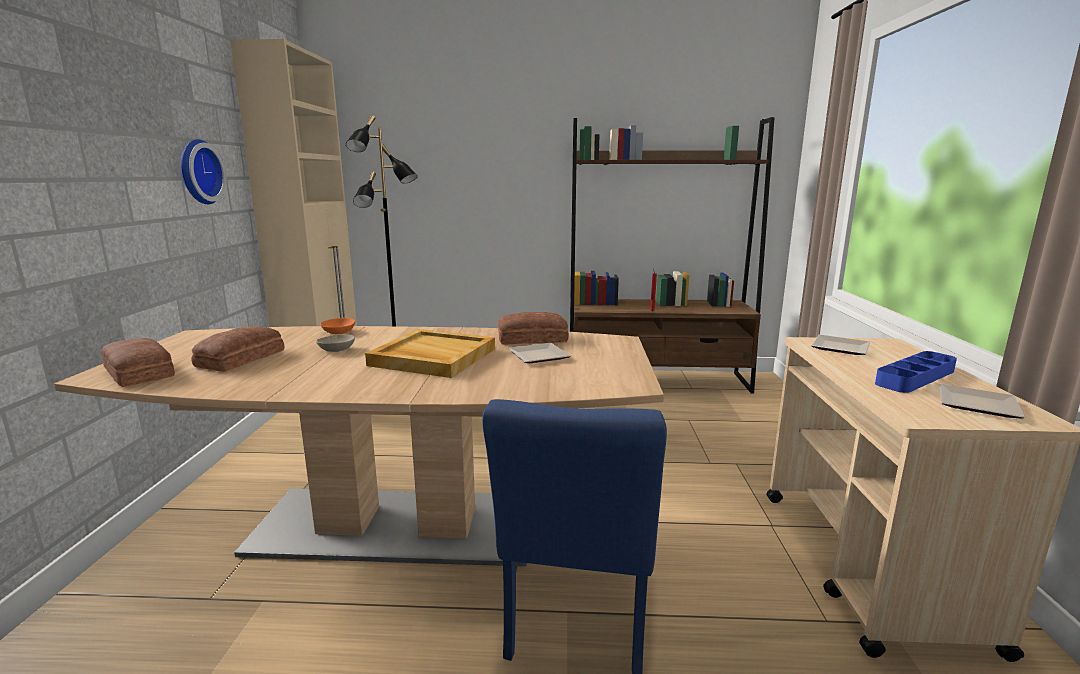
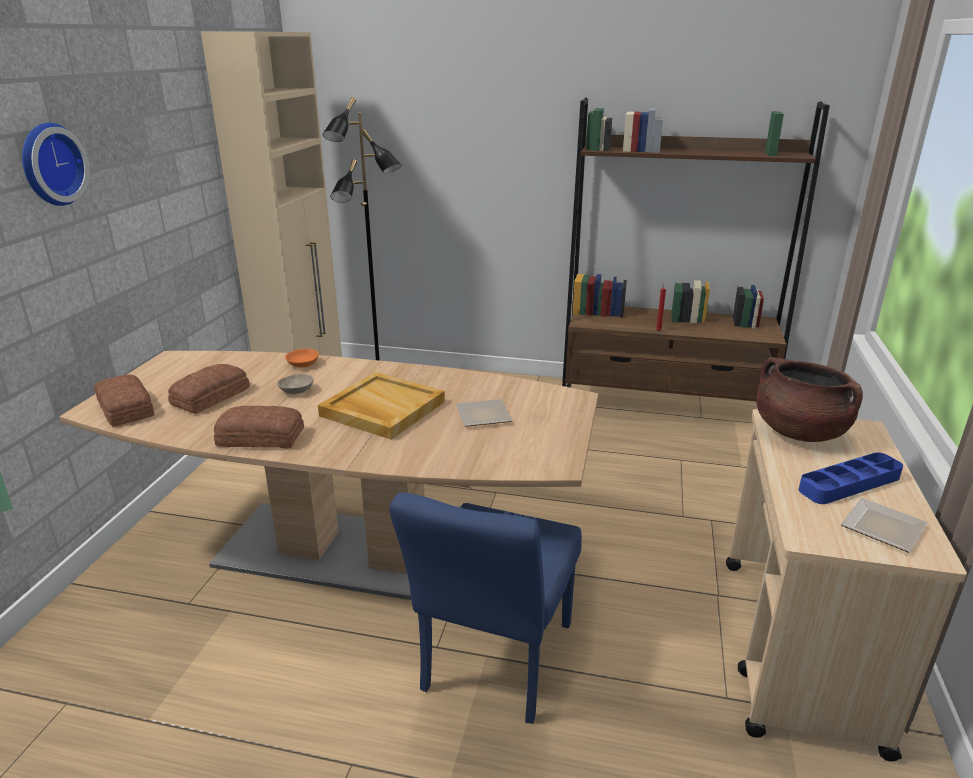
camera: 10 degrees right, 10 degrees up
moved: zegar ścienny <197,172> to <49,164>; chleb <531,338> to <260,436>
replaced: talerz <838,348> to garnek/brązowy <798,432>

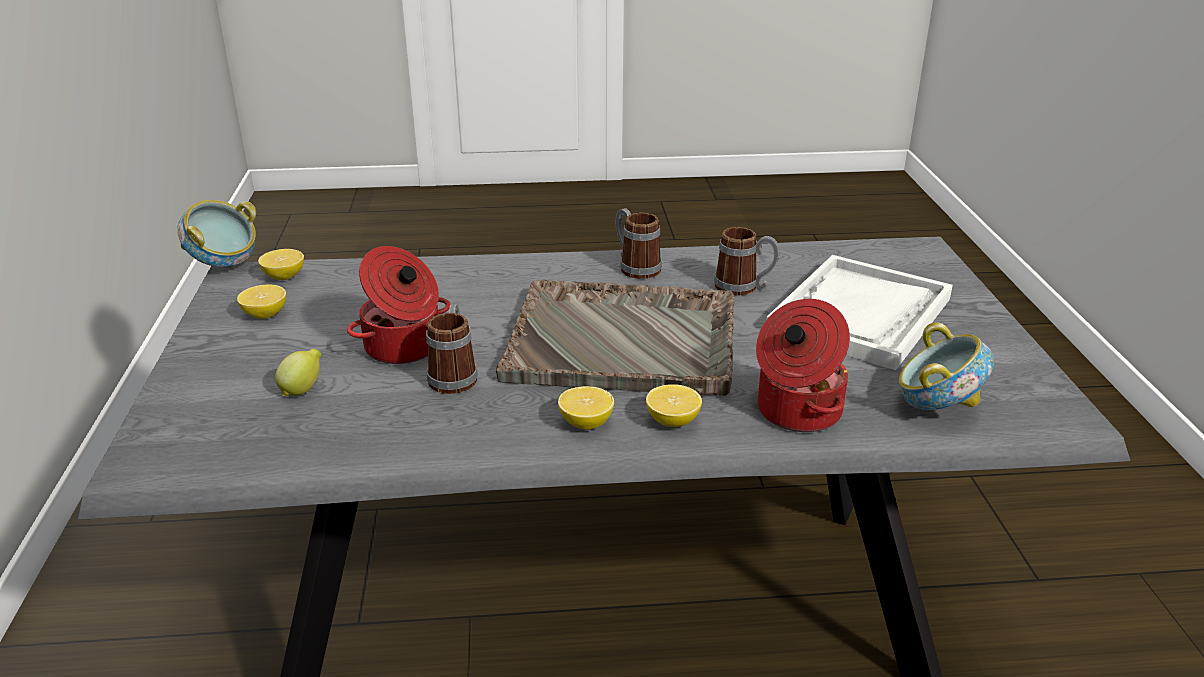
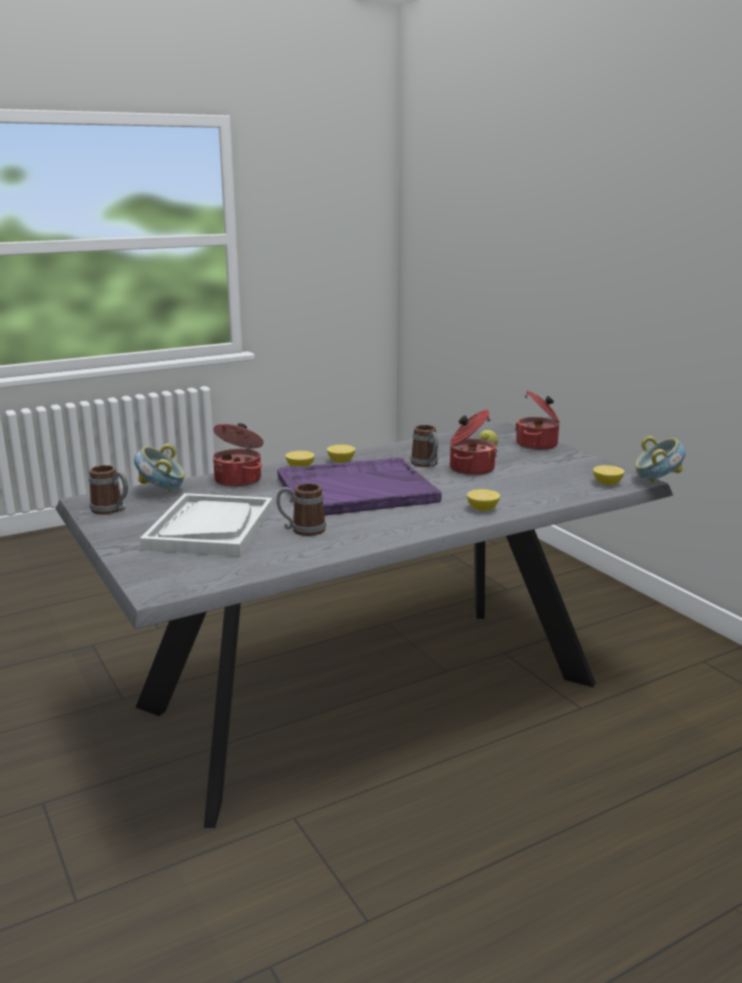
camera: 155 degrees right, 10 degrees down
added: garnek <538,445>
moved: cytryna <265,315> to <482,509>; kubek <635,267> to <112,510>
recoloured: taca/szary <625,341> to taca/fioletowy <355,490>

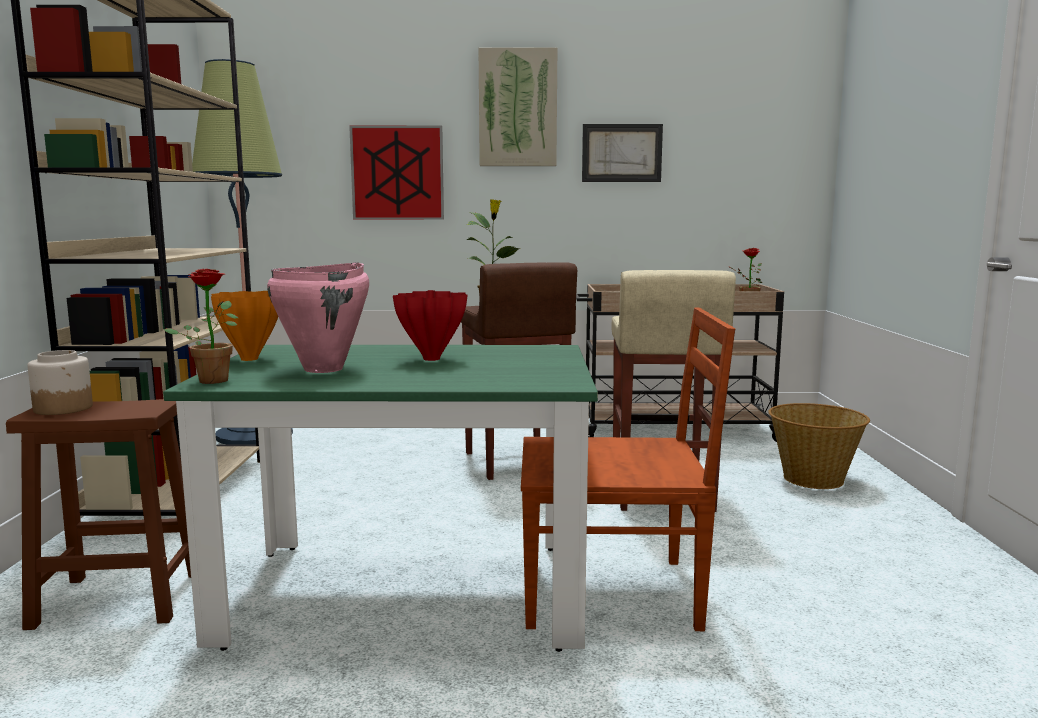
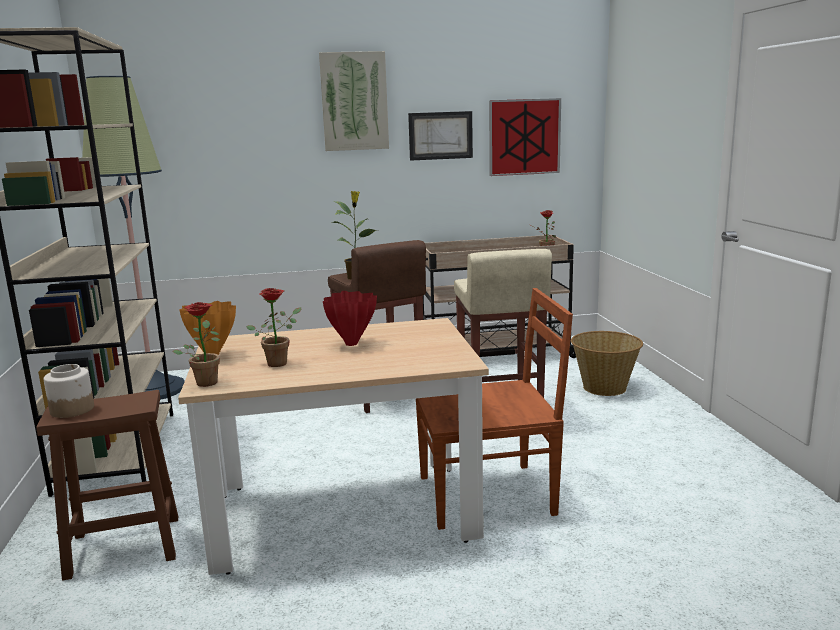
camera: 10 degrees left, 5 degrees up
moved: obraz <397,173> to <524,137>
replaced: garnek/różowy <324,369> to roślina doniczkowa <280,362>
recoloured: stół jadalny/zielony <408,593> to stół jadalny/beżowy <344,513>

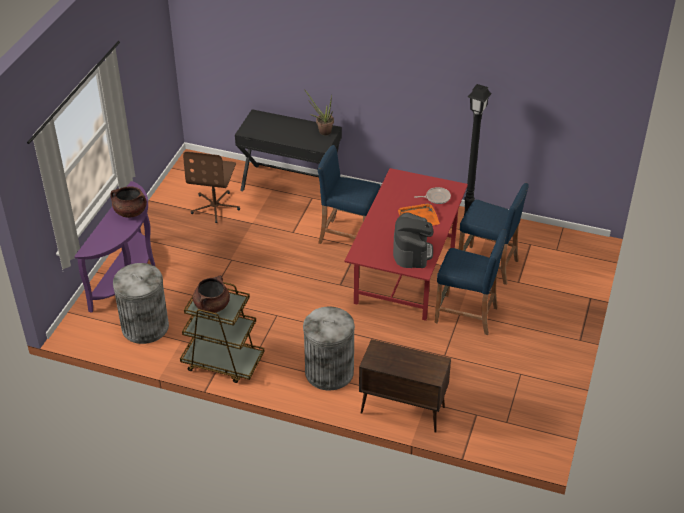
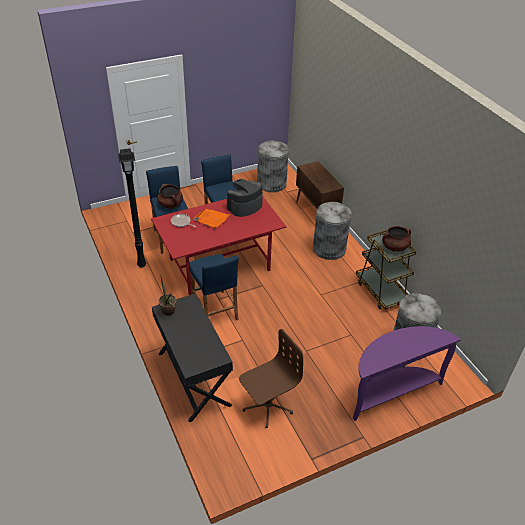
camera: 135 degrees left, 0 degrees up
added: kosz na śmieci/szary <272,184>
moved: garnek/brązowy <130,212> to <170,204>

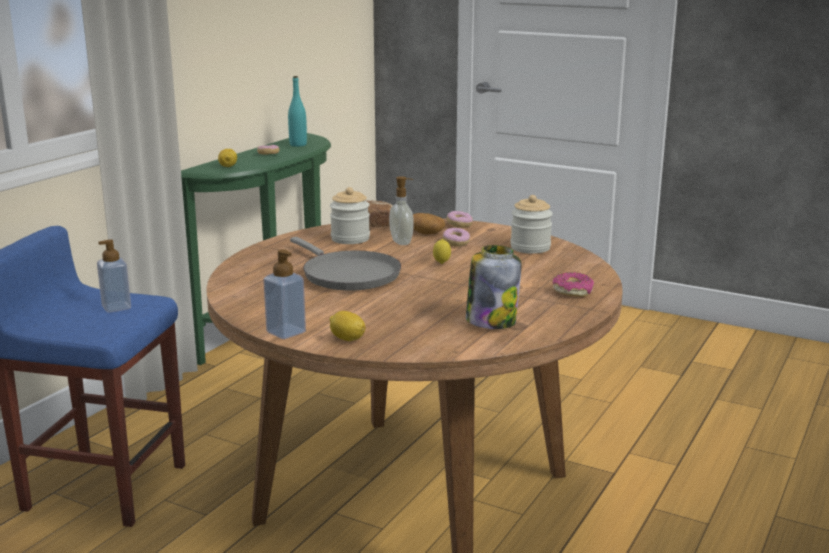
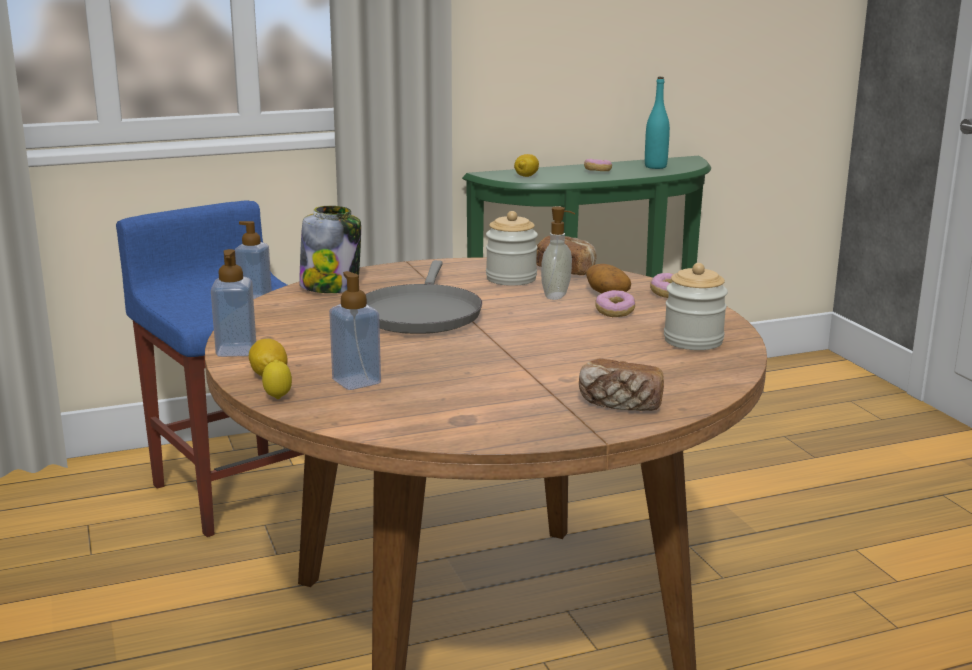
camera: 40 degrees right, 0 degrees up
added: dozownik mydła <356,381>
moved: cytryna <441,263> to <278,399>; słoik <491,321> to <331,286>
replaced: donut <572,291> to chleb <620,404>

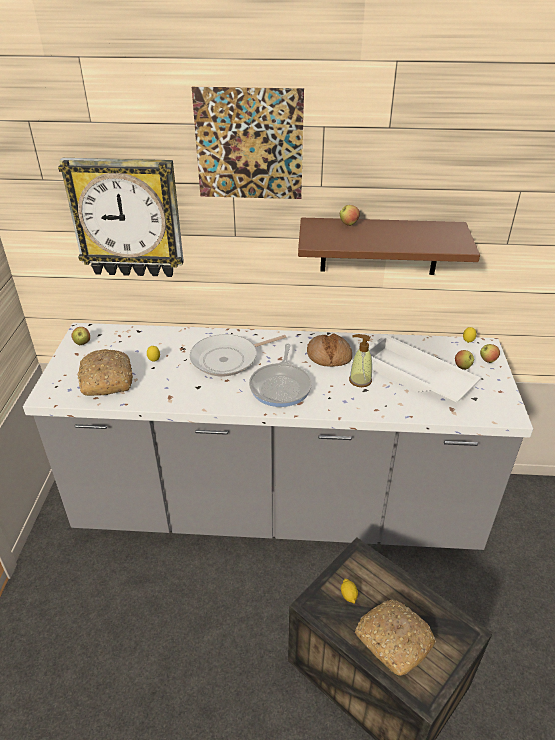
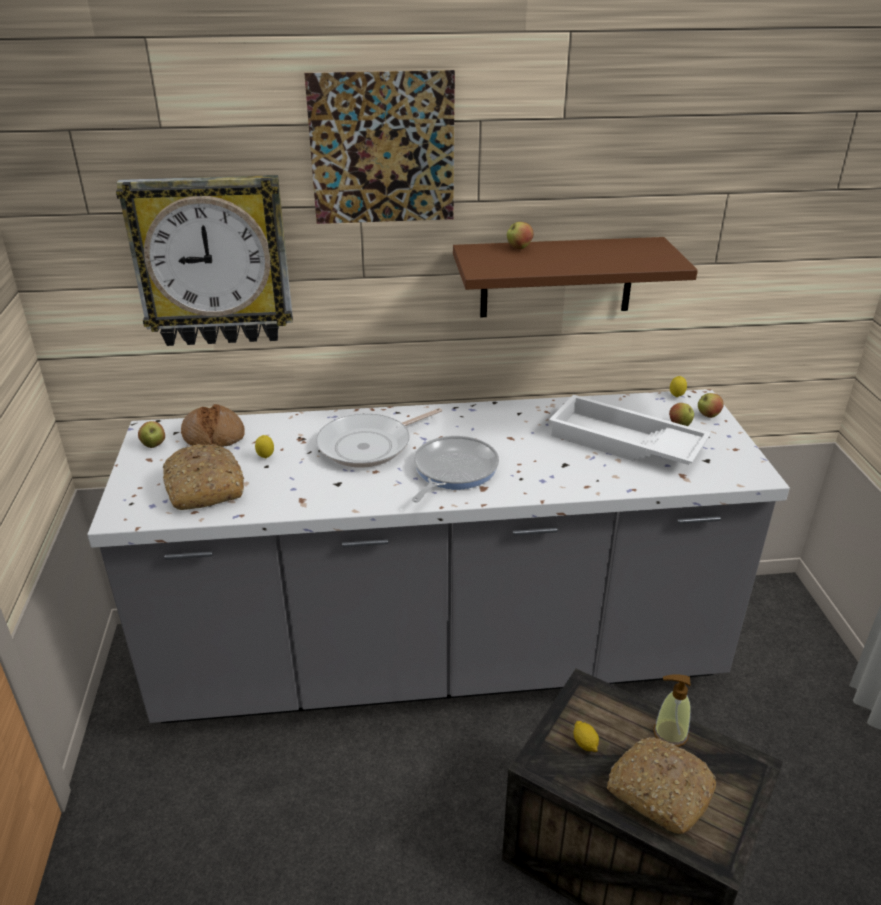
camera: 10 degrees left, 5 degrees down
moved: chleb <329,356> to <213,436>; dozownik mydła <360,380> to <670,734>
turned: patelnia <281,386> = <452,471> 150 degrees counterclockwise

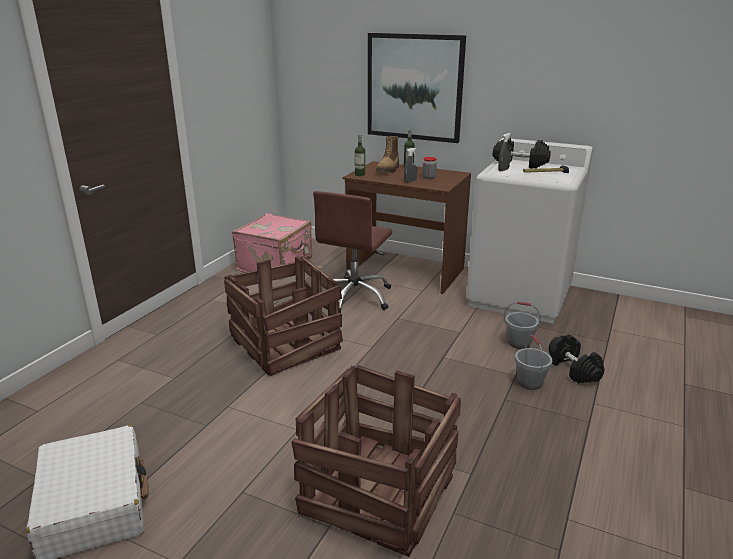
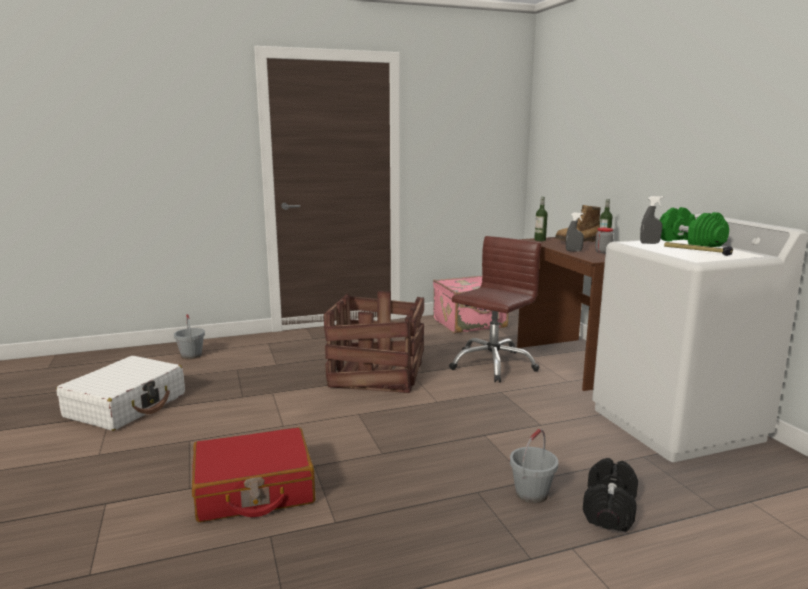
camera: 45 degrees right, 10 degrees down
removed: obraz <414,87>
moved: wiadro/szary <518,343> to <191,355>
replaced: skrzynka <379,491> to walizka/czerwony <254,490>
recoloured: hantel/czarny <519,164> to hantel/zielony <689,243>
turned: krzesło biurowe/brązowy <355,297> = <492,364> 150 degrees clockwise

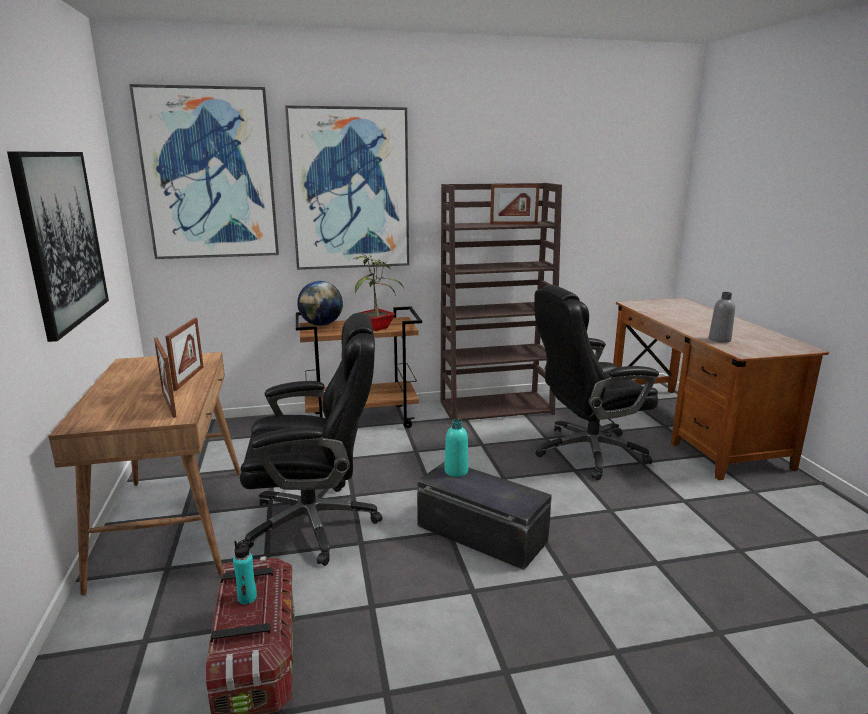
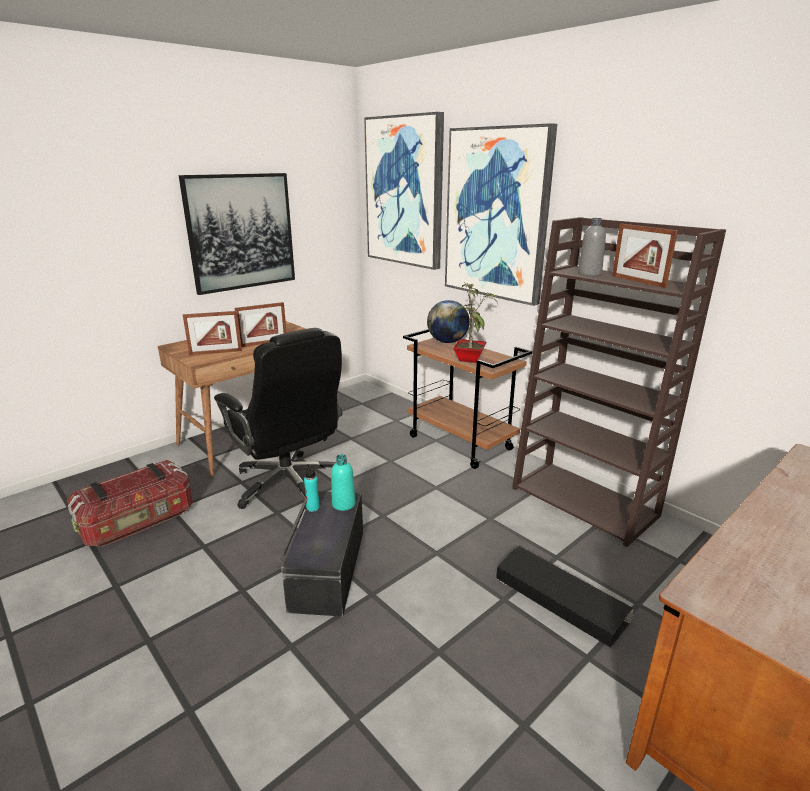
camera: 60 degrees right, 5 degrees up
moved: butelka/turkusowy <247,598> to <313,507>; butelka/szary <719,339> to <589,274>
replaced: krzesło biurowe/czarny <587,452> to pojemnik do przechowywania/czarny <559,599>
turned: ramka na zdjęcie <169,404> = <216,352> 135 degrees counterclockwise

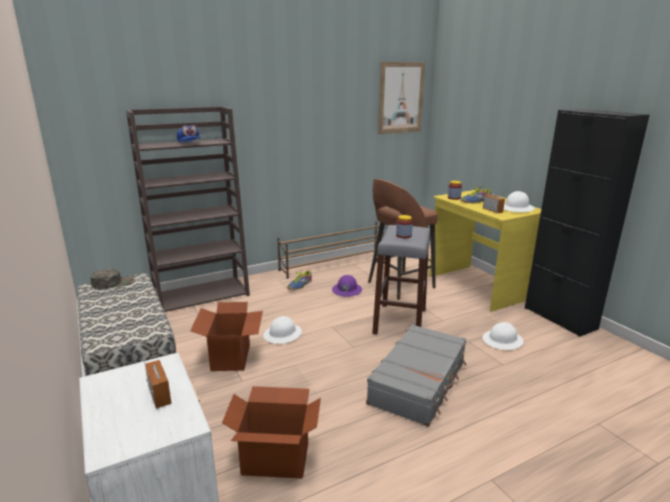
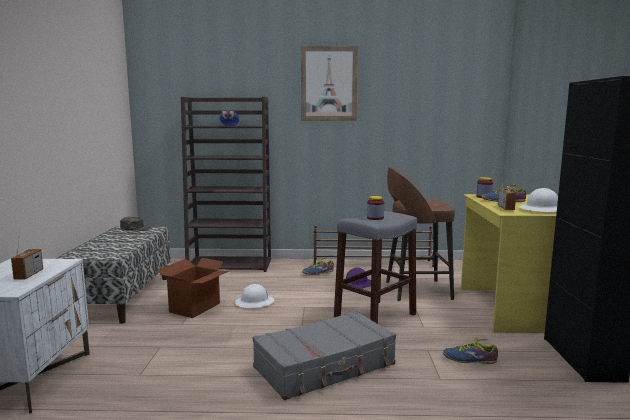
camera: 30 degrees right, 10 degrees down
removed: karton <275,458>
moved: obraz <401,98> to <329,84>
replaced: kask/biały <502,341> to but <470,359>

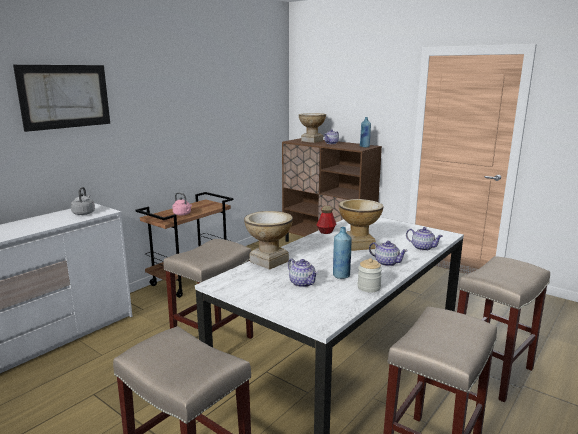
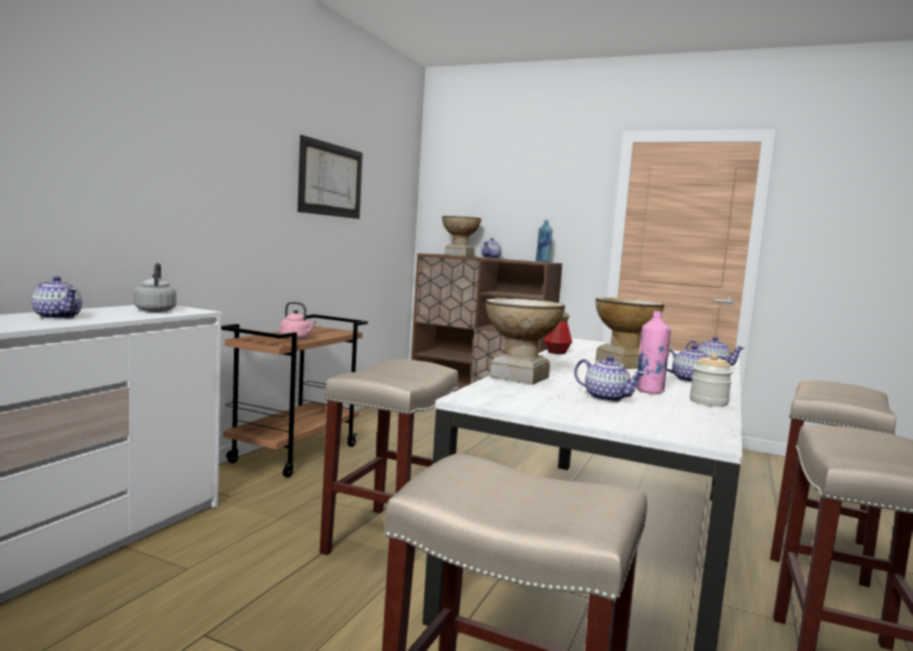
camera: 15 degrees left, 10 degrees down
added: imbryk <58,317>
moved: obraz <65,96> to <331,180>
recoloured: butelka/niebieski <341,275> to butelka/różowy <649,391>

